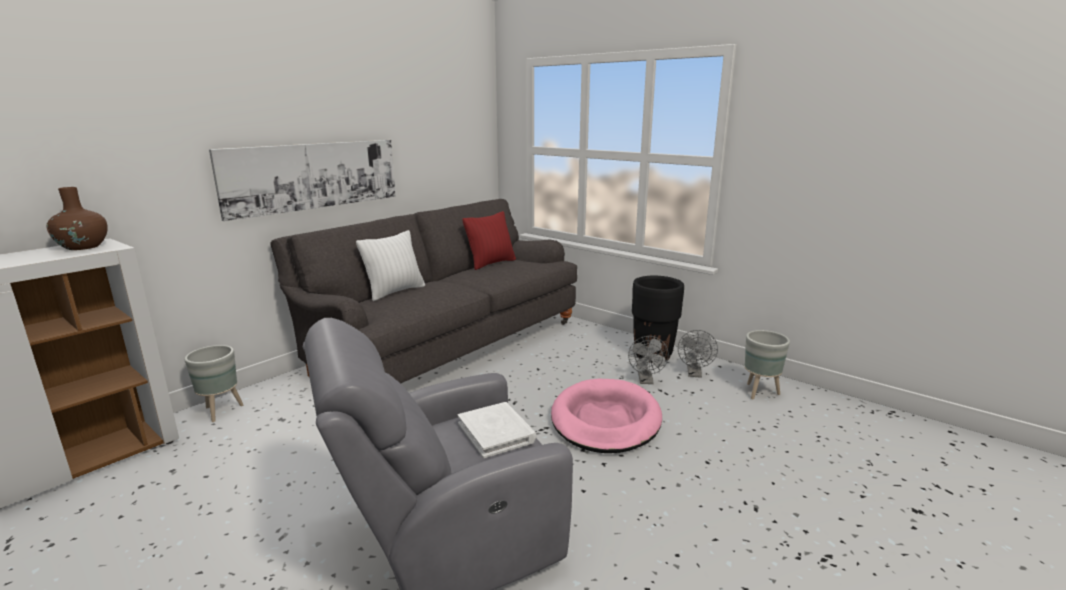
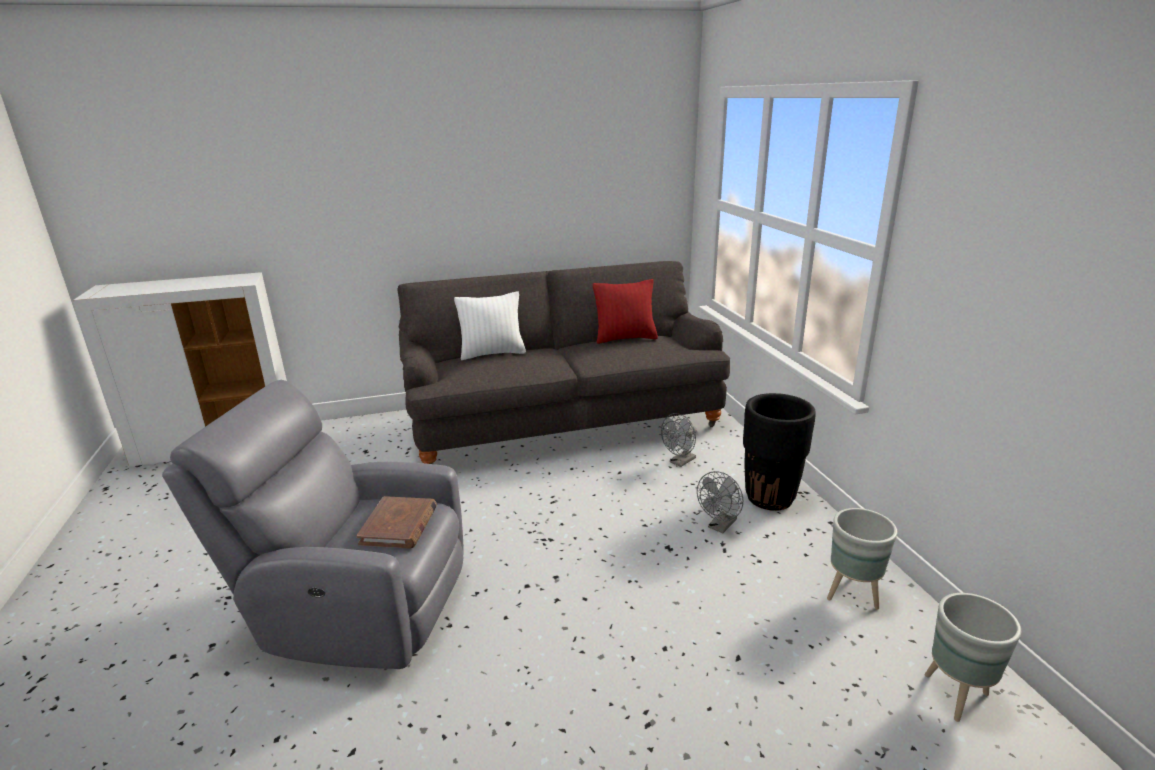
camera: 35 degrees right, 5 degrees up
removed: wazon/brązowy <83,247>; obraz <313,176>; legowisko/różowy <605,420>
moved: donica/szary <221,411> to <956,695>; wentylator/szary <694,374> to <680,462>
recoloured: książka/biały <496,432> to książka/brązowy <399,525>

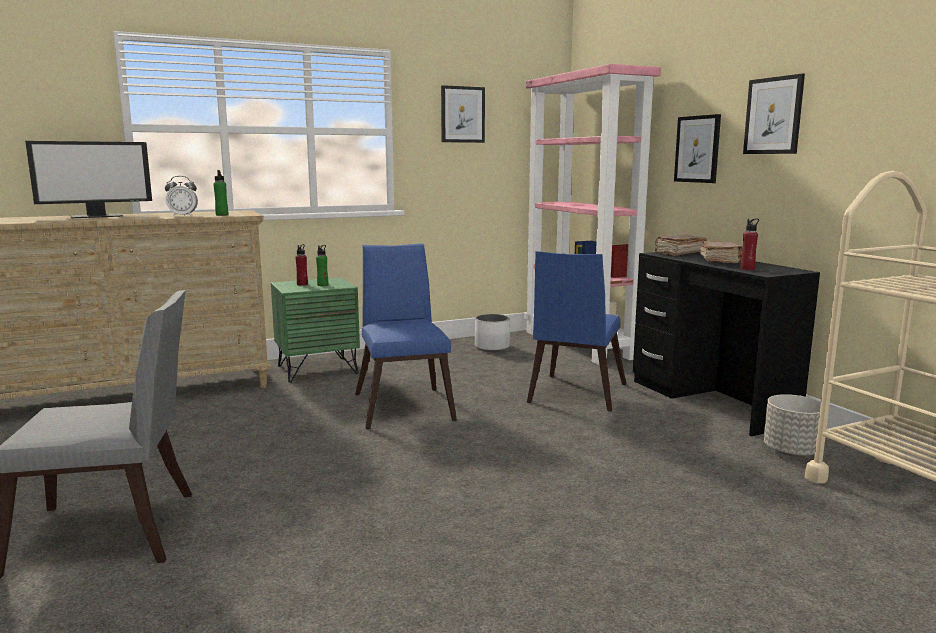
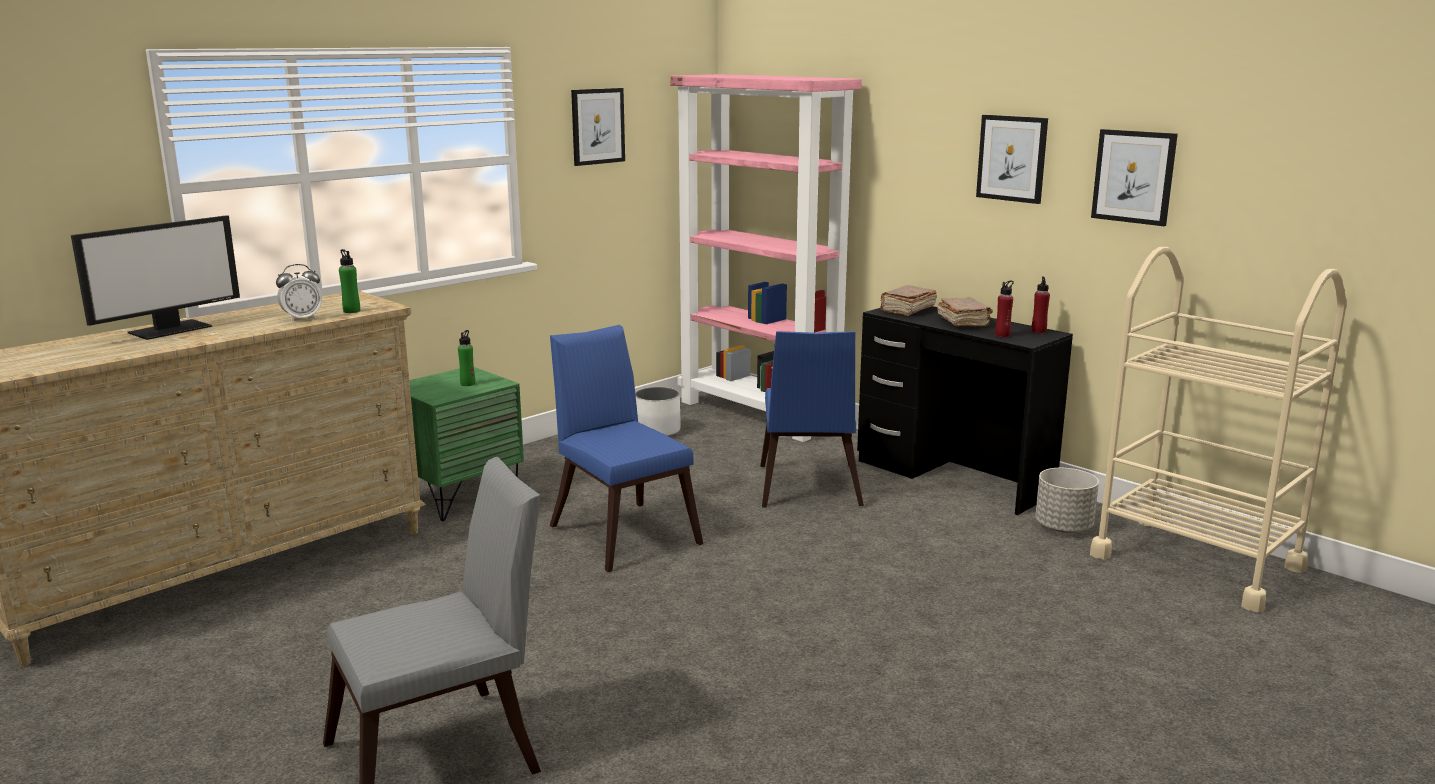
camera: 20 degrees left, 5 degrees up
moved: butelka/czerwony <302,284> to <1038,331>; obraz <697,149> to <1133,177>

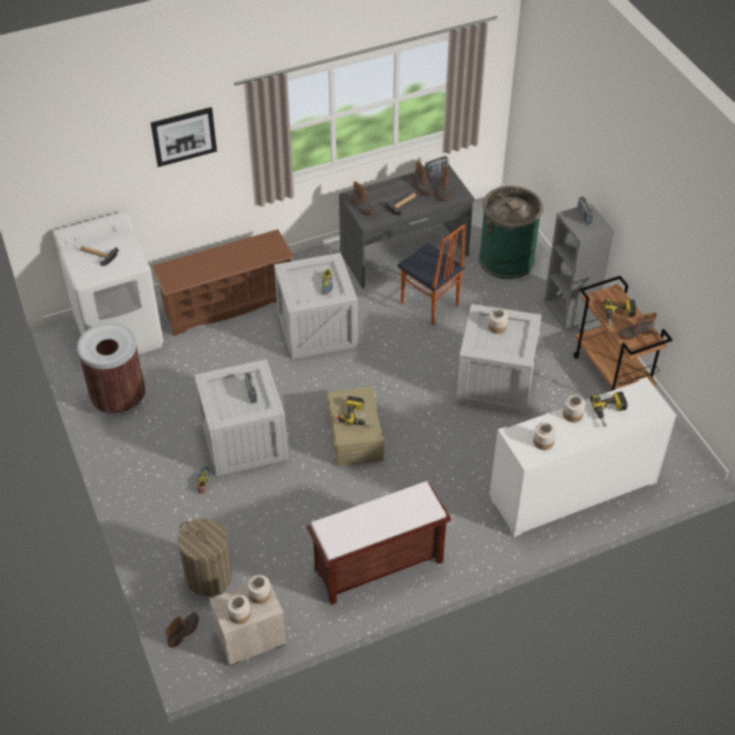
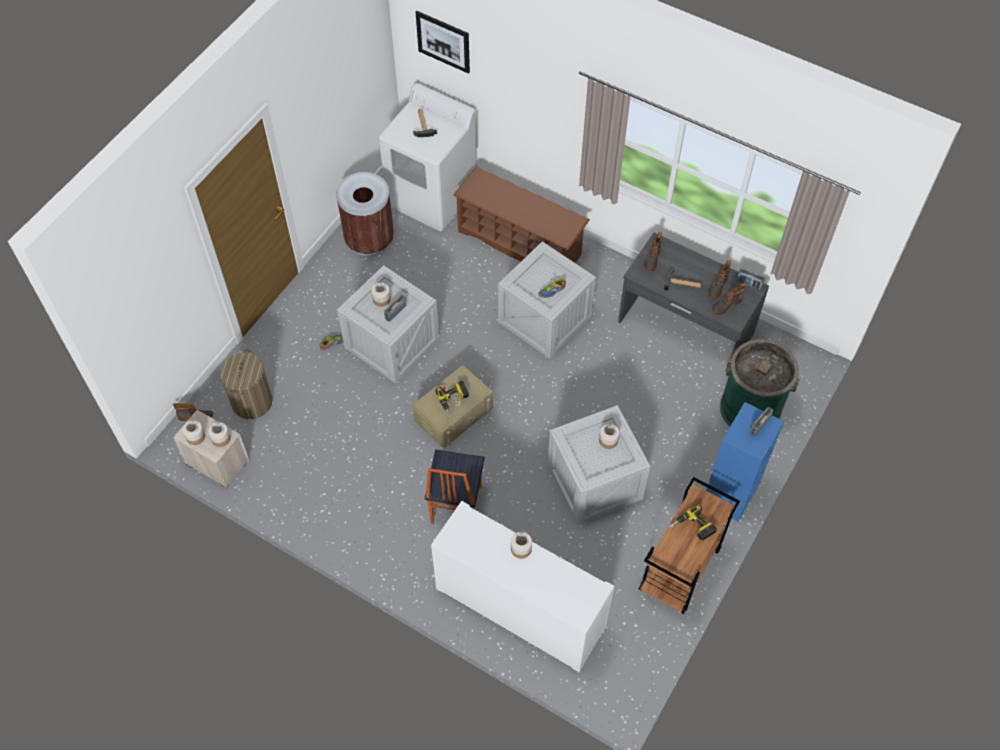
camera: 55 degrees right, 10 degrees up
removed: ławka/brązowy <377,567>; wiertarka <610,412>; but z cholewką <634,333>
moved: obraz <184,136> to <443,41>; krzesło <429,305> to <455,505>; słoik <543,442> to <381,299>
recoloured: regał/szary <570,311> to regał/niebieski <730,494>

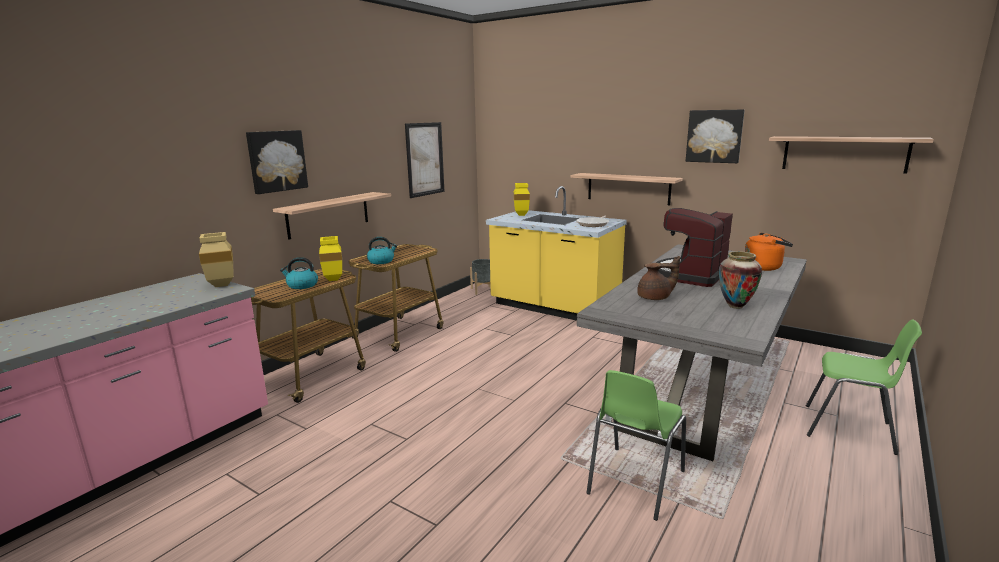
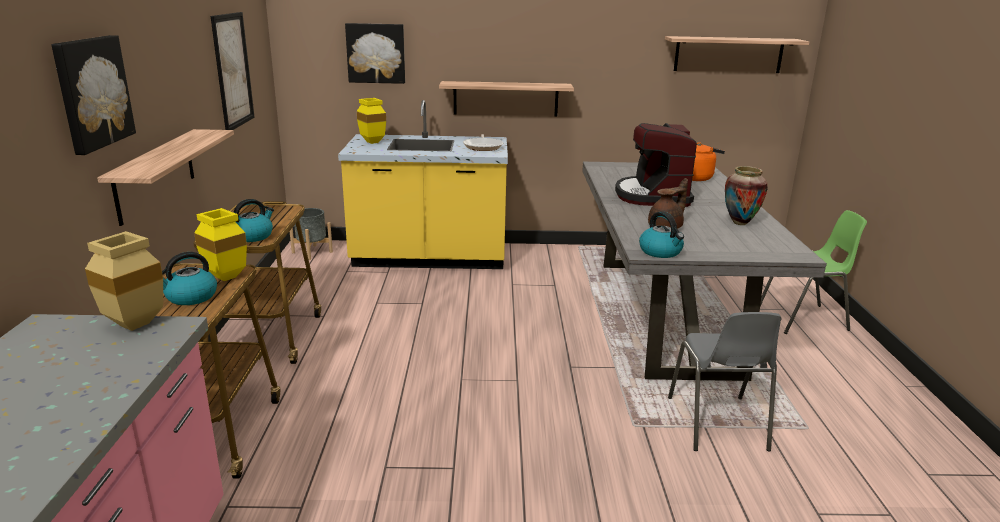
camera: 35 degrees left, 5 degrees up
added: czajnik <661,252>
moved: obraz <714,136> to <376,53>
recoloured: krzesło/zielony <634,482> to krzesło/szary <717,424>

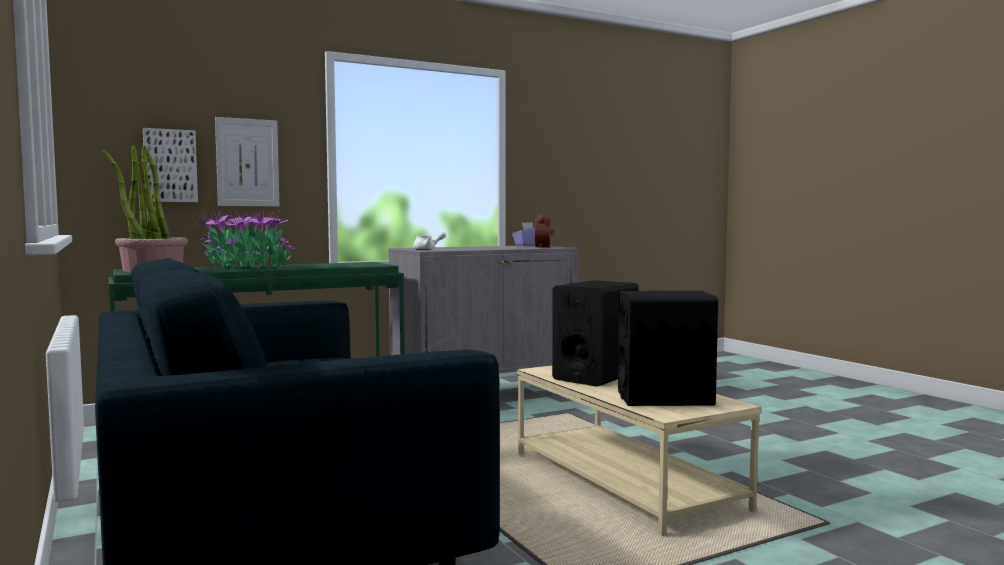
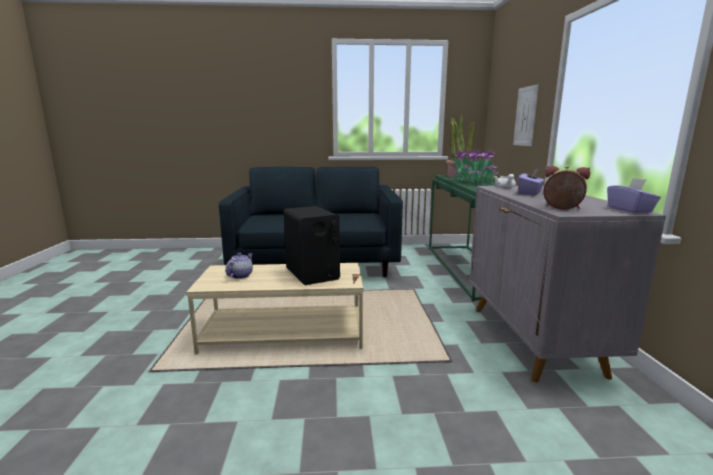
camera: 115 degrees right, 10 degrees up
removed: obraz <170,166>
added: pudełko chusteczek/fioletowy <530,193>
replaced: głośnik/czarny <665,398> to imbryk <240,275>

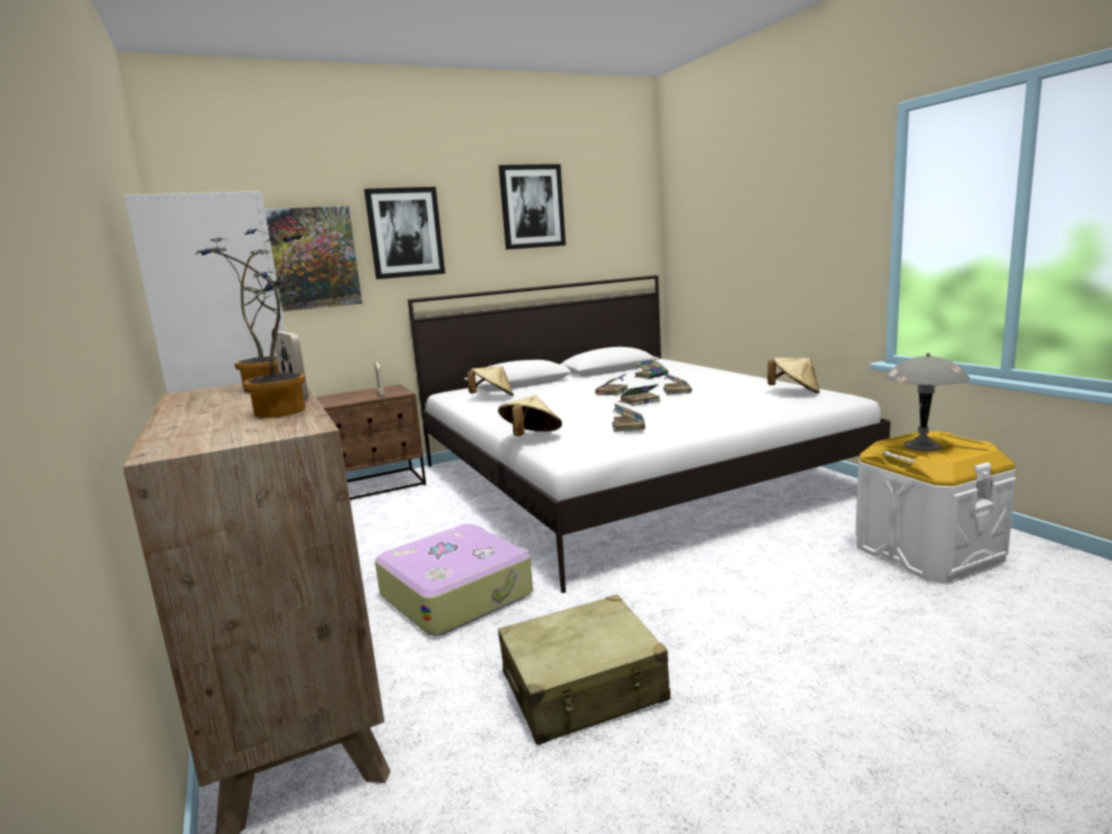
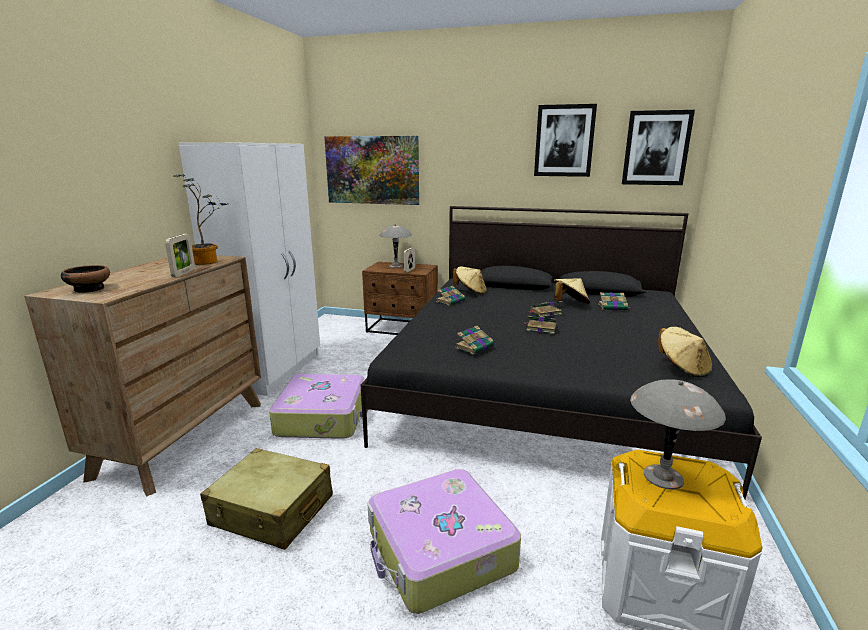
camera: 40 degrees right, 5 degrees up
removed: roślina doniczkowa <283,413>
added: miska <89,289>; walizka <439,551>; lampa stołowa/szary <396,266>
moved: obraz <405,233> to <656,148>; kapelusz/beżowy <531,438> to <570,304>; książka <677,390> to <451,301>
recoloured: łóżko/biały <628,477> to łóżko/czarny <546,386>

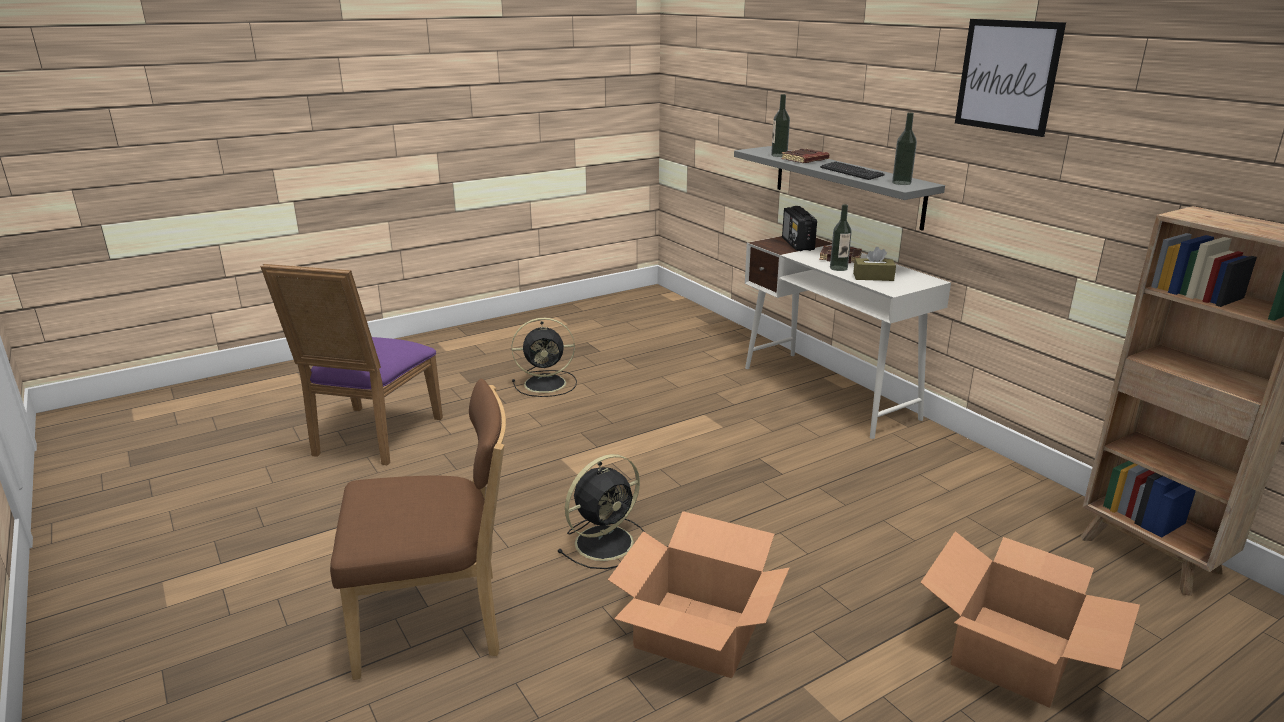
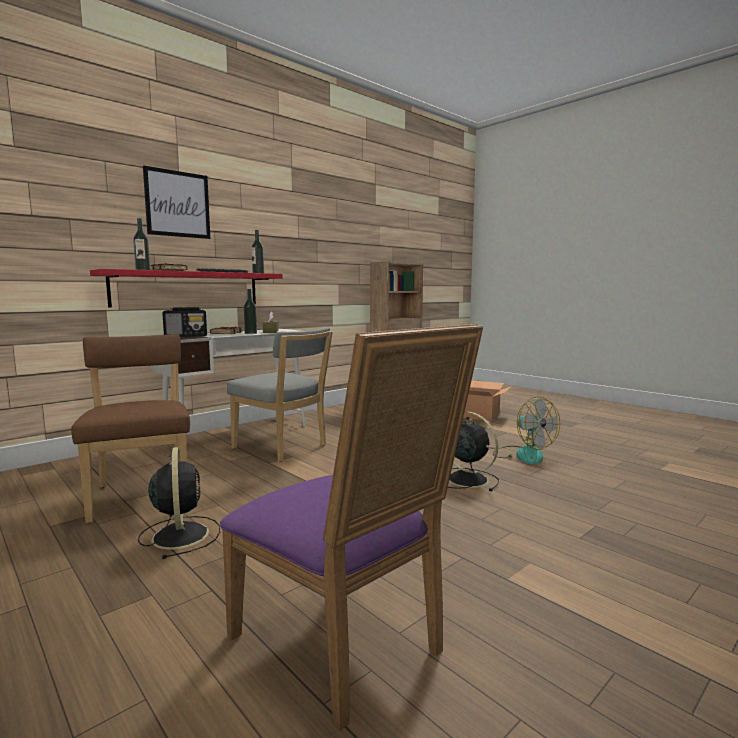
camera: 100 degrees left, 15 degrees down
added: krzesło/szary <283,448>
moved: krzesło/brązowy <437,622> to <142,494>; obraz <1007,76> to <177,204>
replaced: karton <697,633> to wentylator <523,454>
recoloured: półka/szary <846,185> to półka/czerwony <188,289>
turned: krzesło/fioletowy <371,439> = <346,646> 45 degrees clockwise

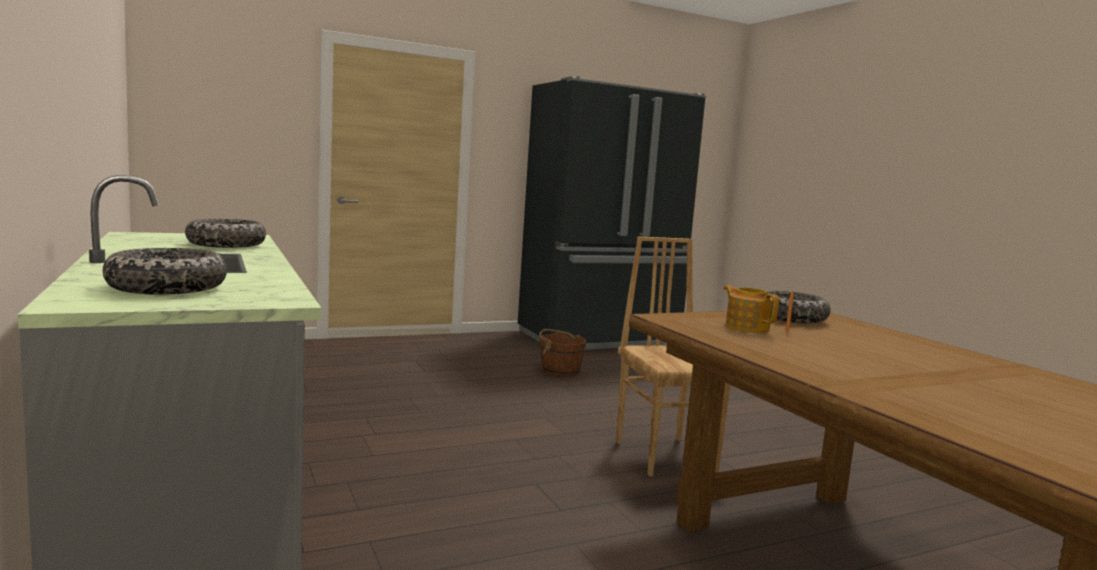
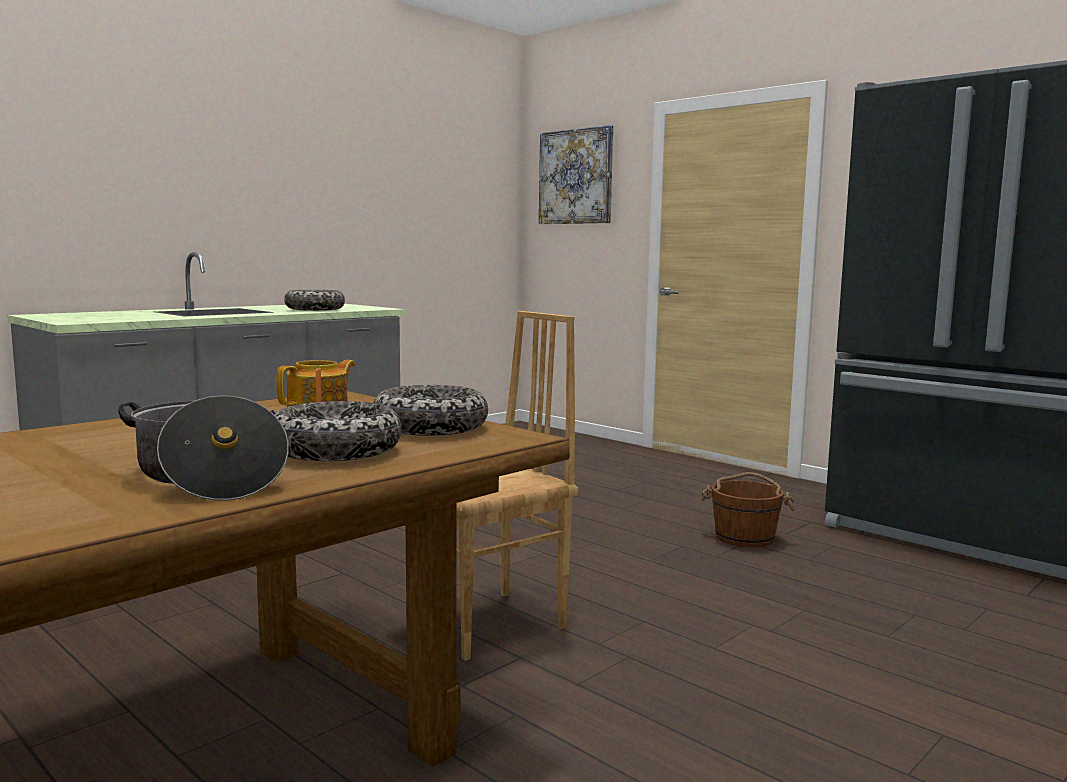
camera: 70 degrees right, 0 degrees up
added: garnek <207,478>; obraz <576,177>
moved: miska <167,288> to <335,451>

